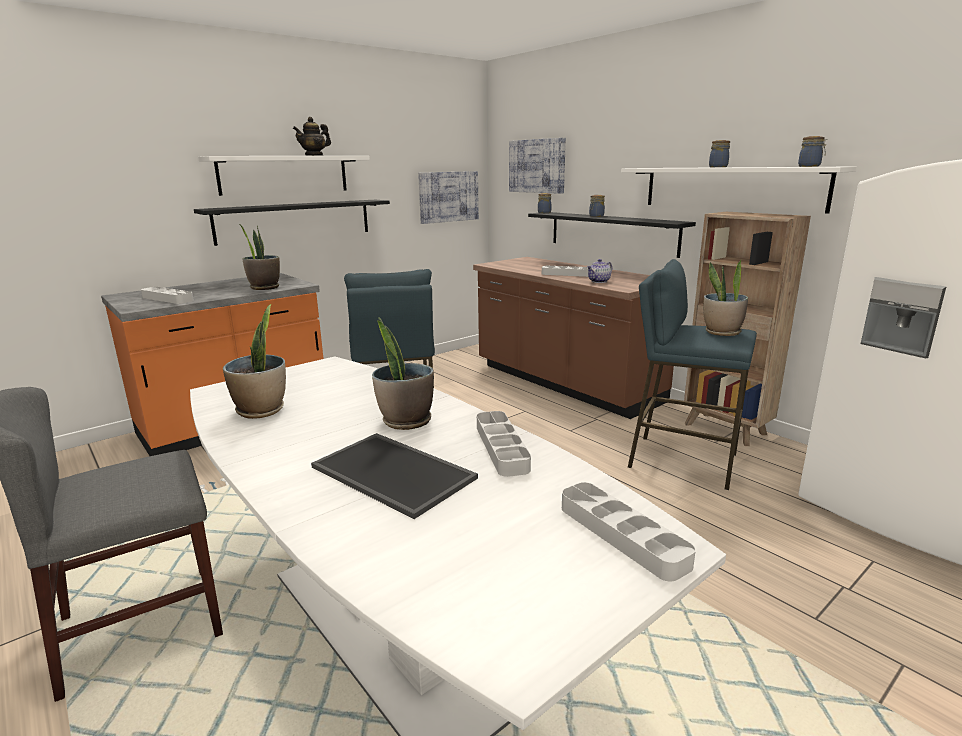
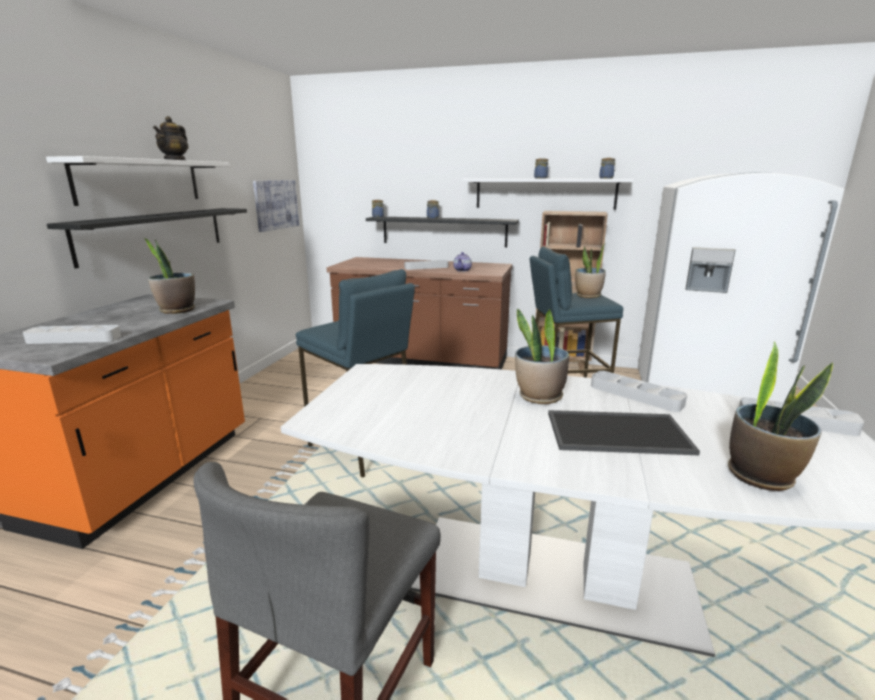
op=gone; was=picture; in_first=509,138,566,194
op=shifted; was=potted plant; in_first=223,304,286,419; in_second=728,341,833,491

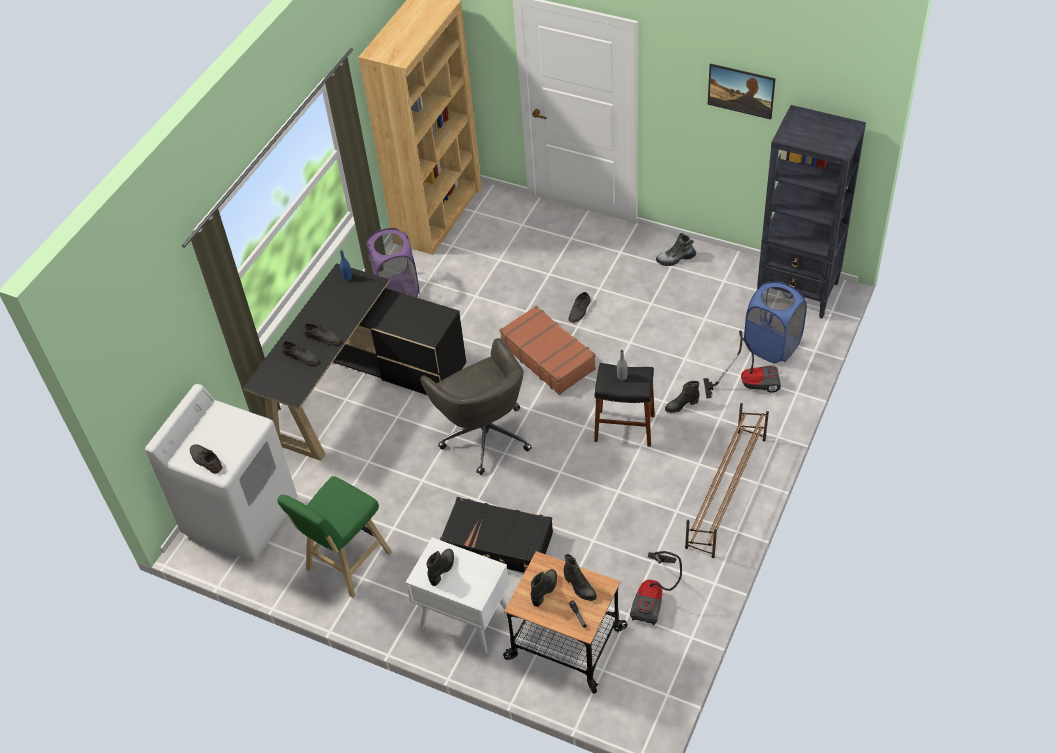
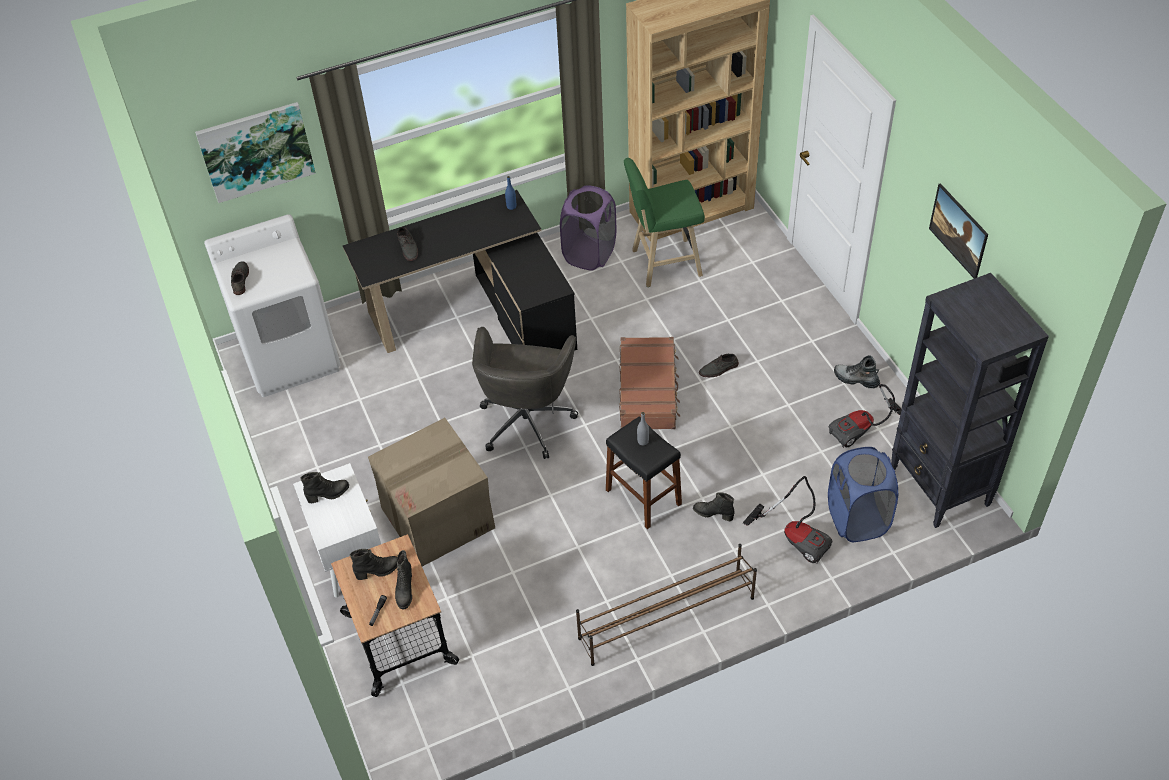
op=gone; was=shoe (grey); in_first=303,323,340,345
op=shifted; was=stool (green); in_first=277,476,392,598; in_second=624,158,705,287
op=swapped; was=suitcase (black); now=cardboard box; in_first=440,497,553,573; in_second=368,418,495,566
op=shifted; was=vacuum cleaner; in_first=630,551,682,625; in_second=829,384,902,448
op=new; now=picture; in_second=195,102,316,203

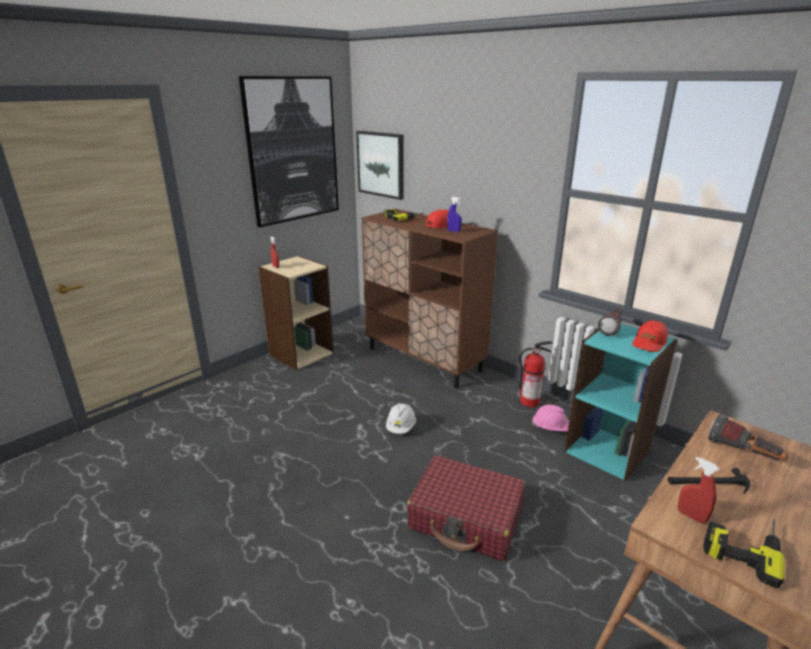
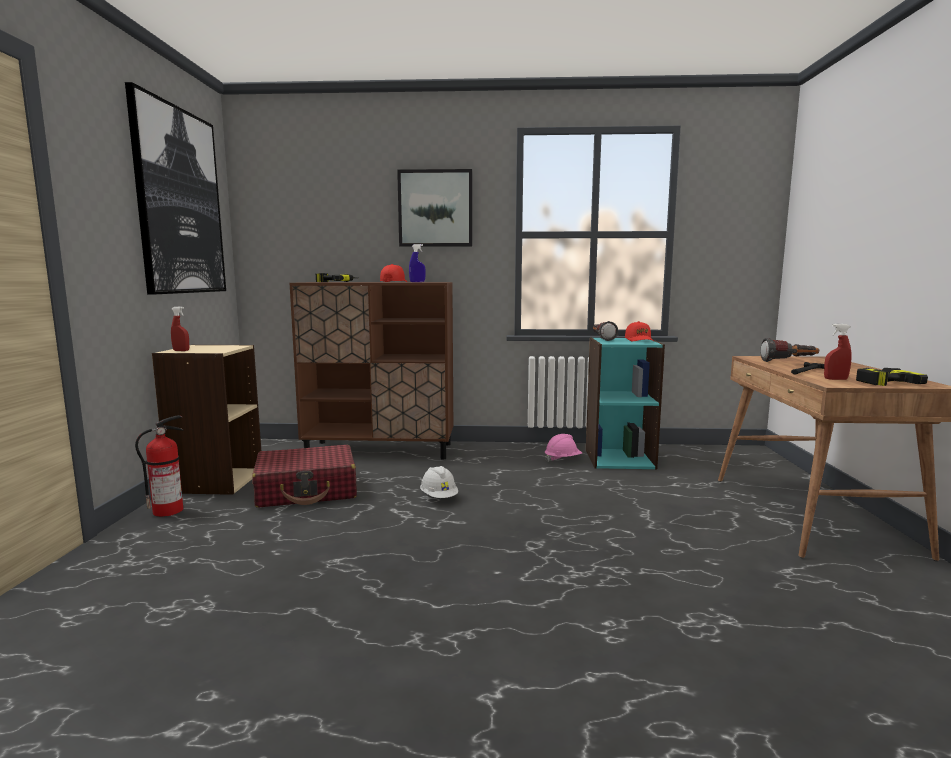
op=shifted; was=picture; in_first=356,131,404,200; in_second=397,169,472,247
op=shifted; was=fire extinguisher; in_first=518,341,553,407; in_second=135,415,184,517
op=shifted; was=suitcase (red); in_first=407,455,525,561; in_second=252,445,357,508

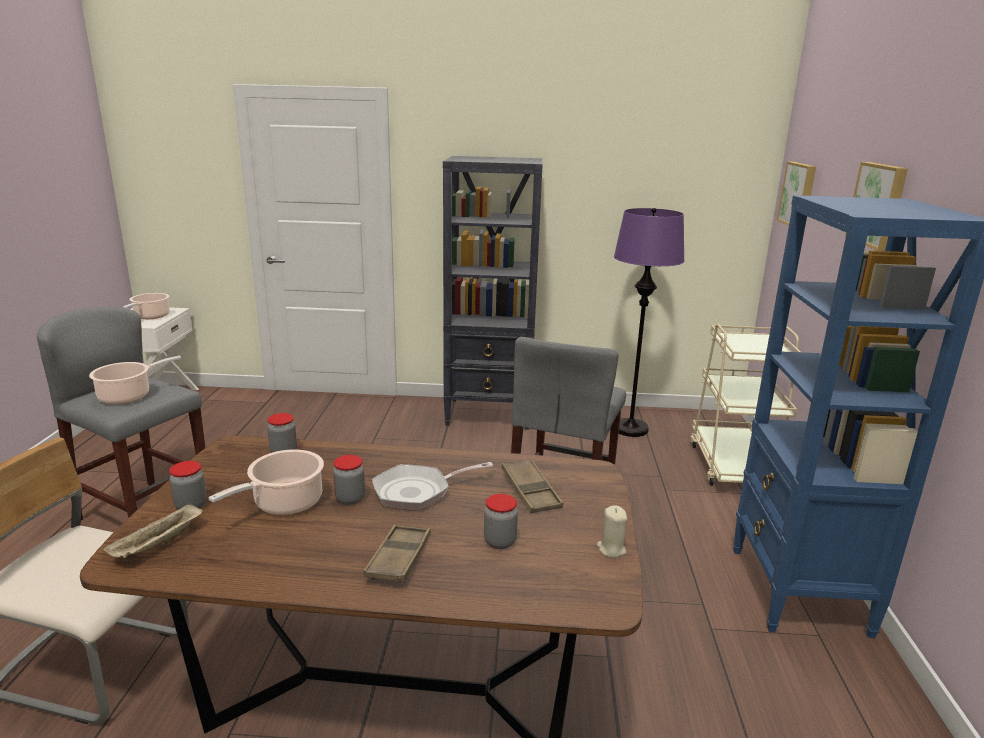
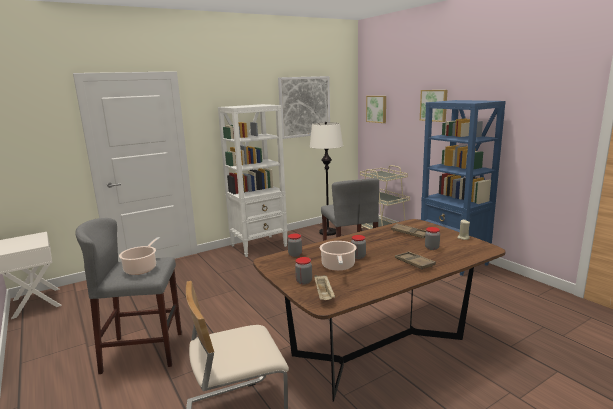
op=repainted; was=bookcase (black); now=bookcase (white); in_first=443,156,543,430; in_second=218,104,287,257
op=repainted; was=floor lamp (purple); now=floor lamp (white); in_first=614,208,685,437; in_second=310,122,343,236
op=gone; was=cooking pot; in_first=123,293,170,319
op=gone; was=frying pan; in_first=372,462,493,511
op=new; now=picture; in_second=278,76,330,139

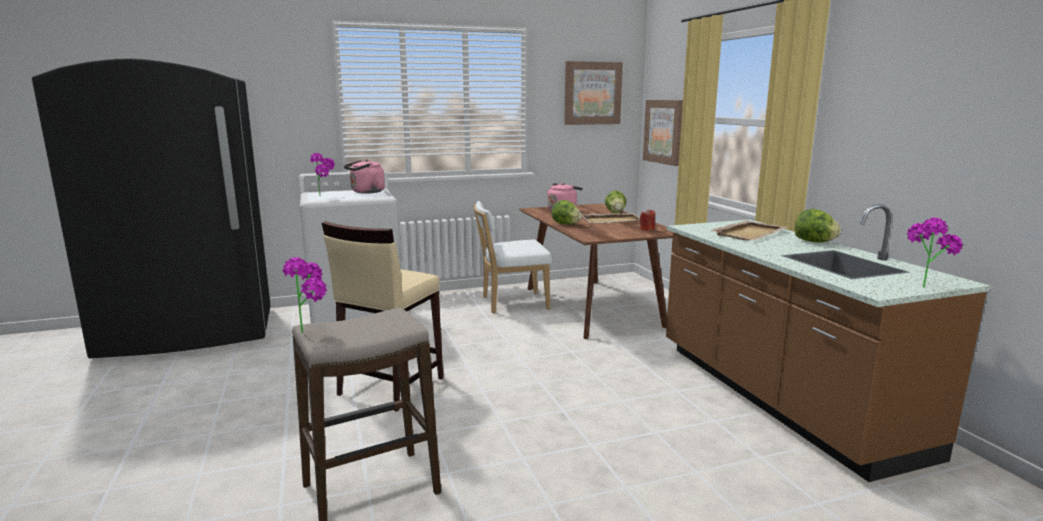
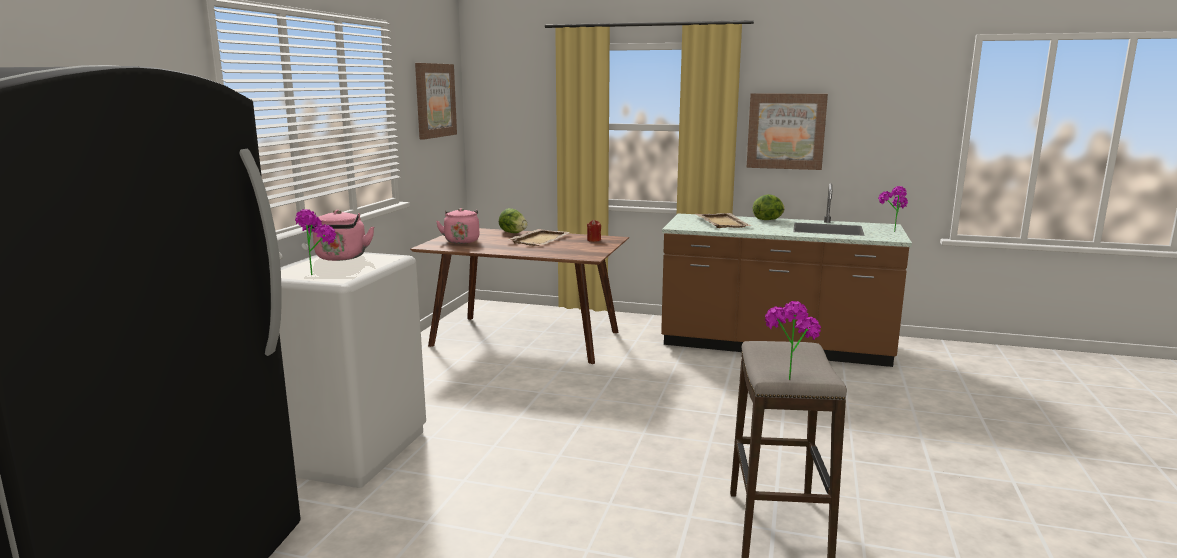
op=shifted; was=picture; in_first=643,100,683,166; in_second=746,93,828,170
op=gone; was=lettuce; in_first=552,200,582,225
op=gone; was=chair (white); in_first=473,201,552,314
op=gone; was=stool (beige); in_first=321,221,443,411

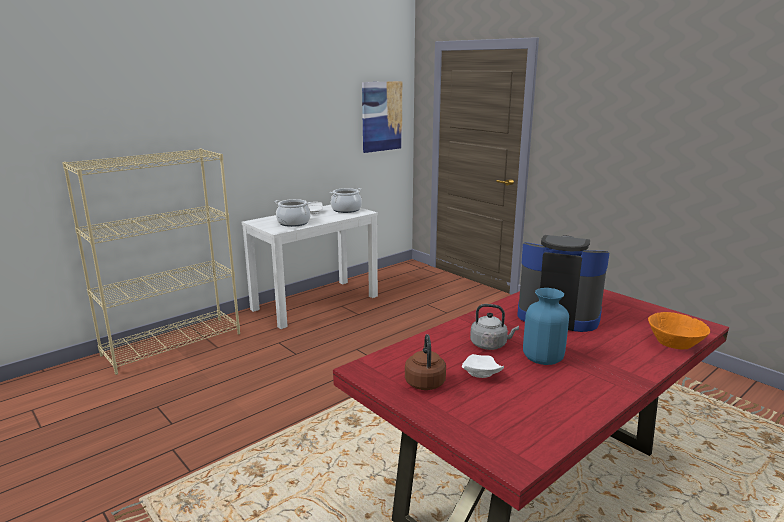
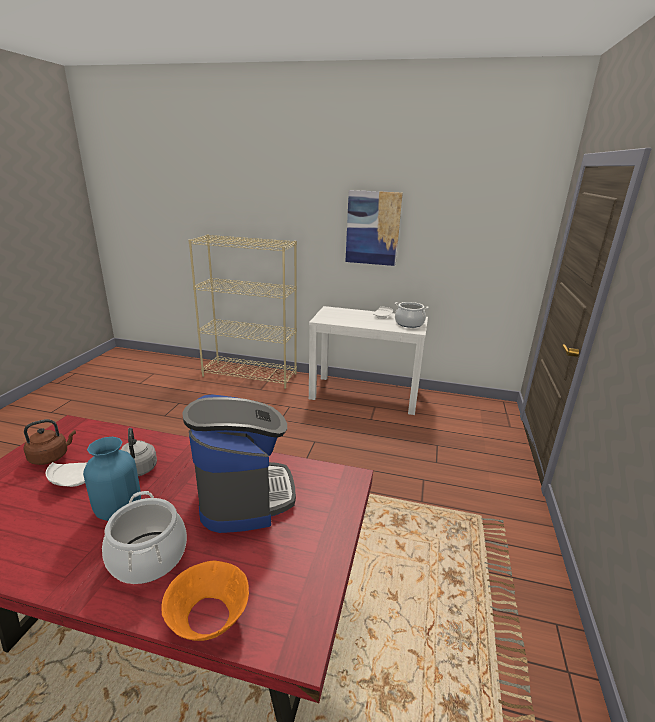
op=shifted; was=picture; in_first=362,81,402,153; in_second=345,190,403,266
op=shifted; was=cooking pot; in_first=275,199,311,227; in_second=102,491,187,584

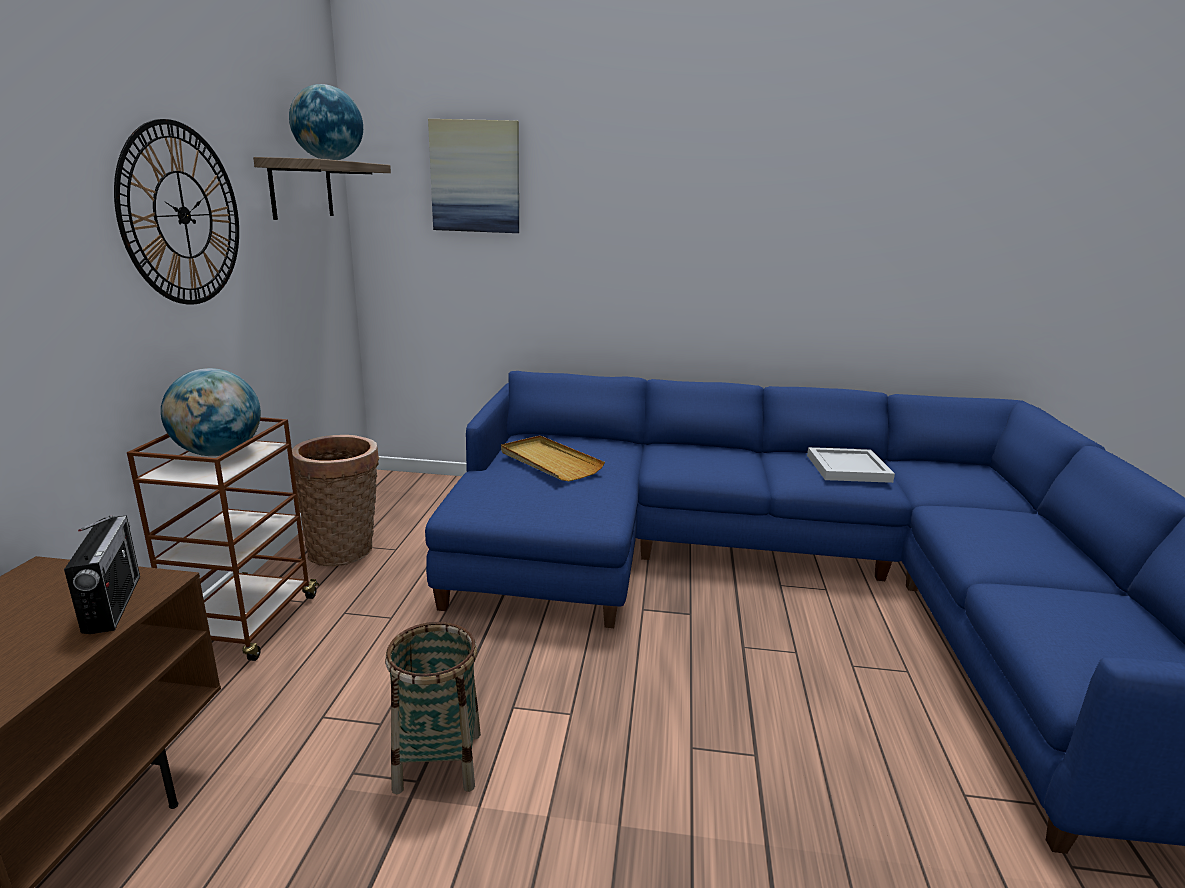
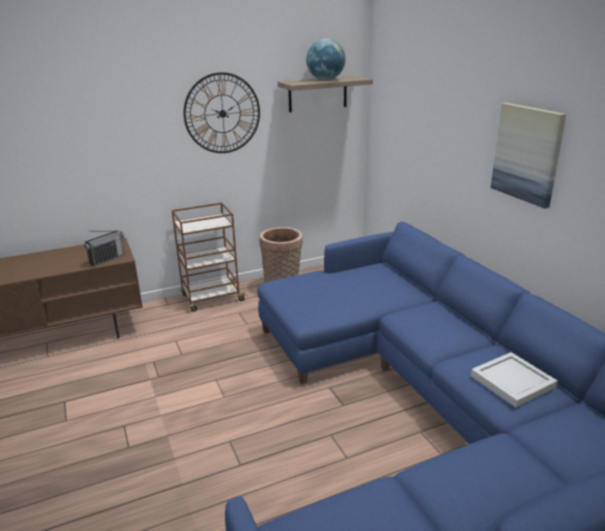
op=shifted; was=picture; in_first=428,119,519,233; in_second=491,103,566,209
op=gone; was=globe; in_first=161,368,261,456
op=gone; was=tray (beige); in_first=501,436,605,481
op=gone; was=basket; in_first=385,622,481,794

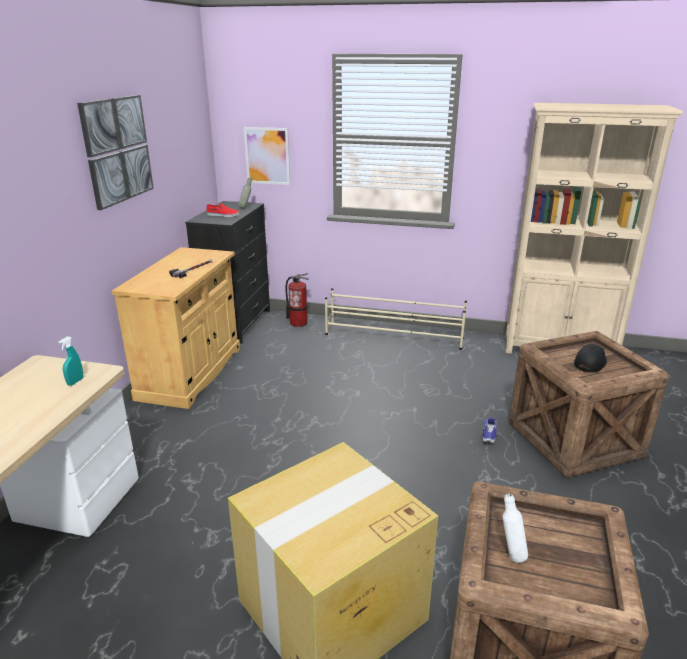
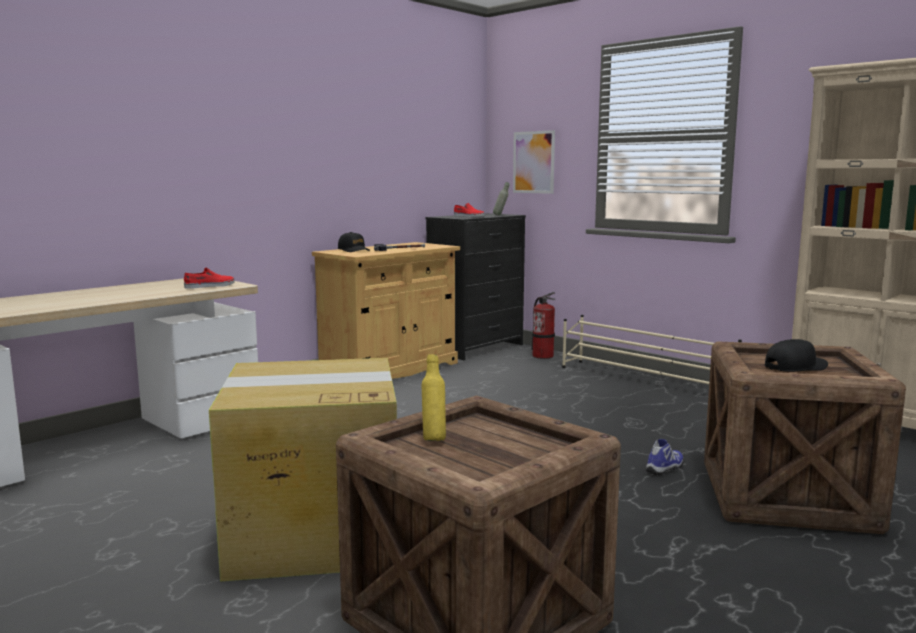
op=gone; was=picture; in_first=77,95,154,210
op=swapped; was=spray bottle (turquoise); now=shoe (red); in_first=58,336,83,386; in_second=184,268,235,289
op=repainted; was=bottle (white); now=bottle (yellow); in_first=503,493,528,563; in_second=422,354,446,441
op=new; now=cap (black); in_second=338,232,370,252

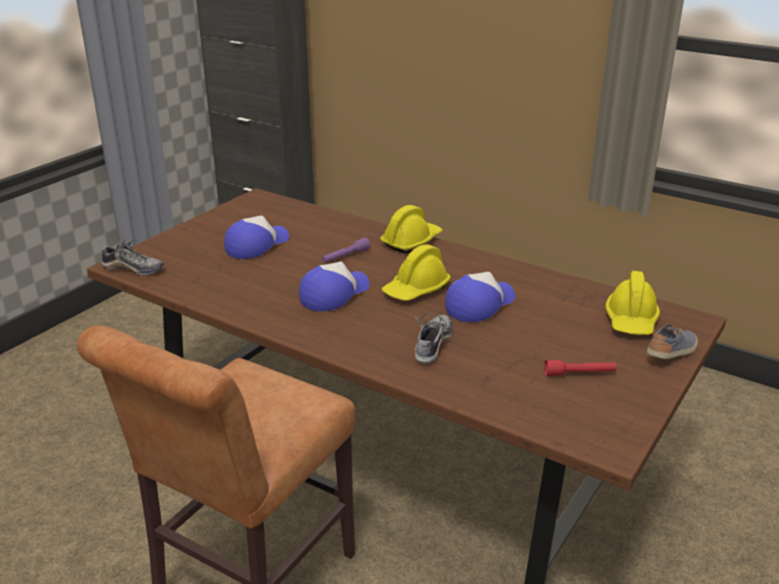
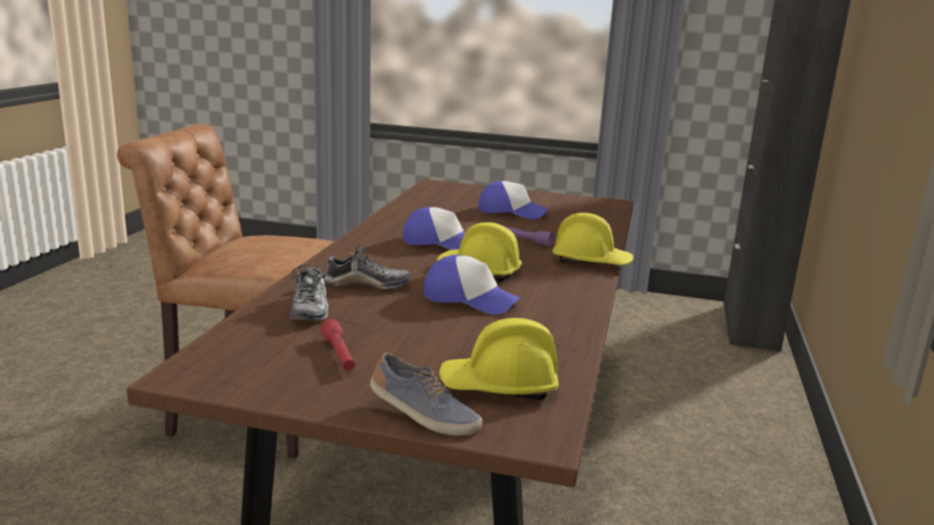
op=shifted; was=shoe; in_first=102,238,164,275; in_second=284,263,334,320

